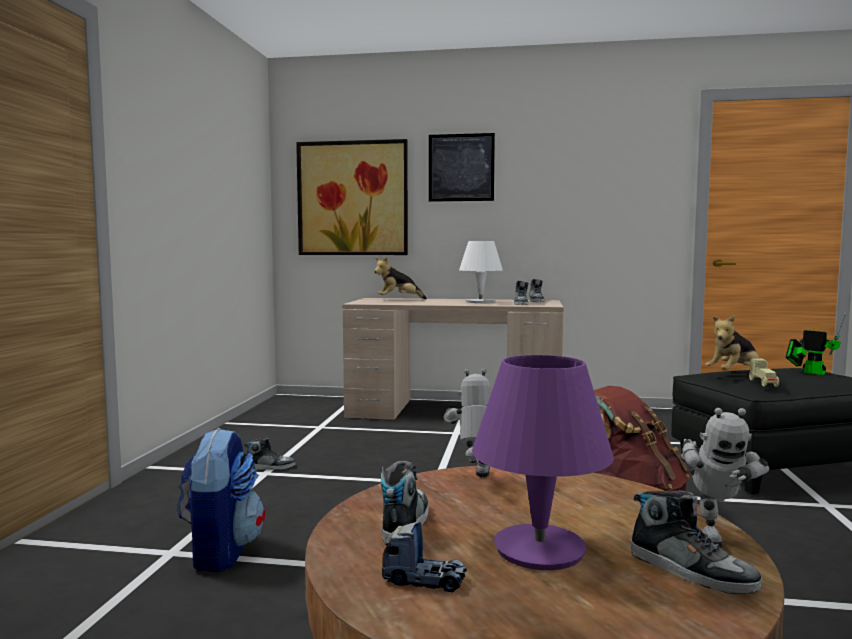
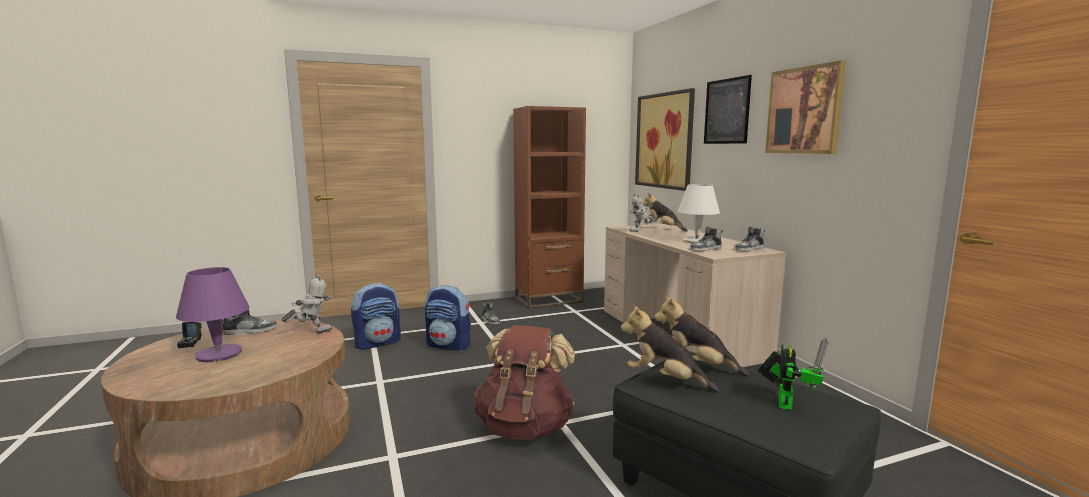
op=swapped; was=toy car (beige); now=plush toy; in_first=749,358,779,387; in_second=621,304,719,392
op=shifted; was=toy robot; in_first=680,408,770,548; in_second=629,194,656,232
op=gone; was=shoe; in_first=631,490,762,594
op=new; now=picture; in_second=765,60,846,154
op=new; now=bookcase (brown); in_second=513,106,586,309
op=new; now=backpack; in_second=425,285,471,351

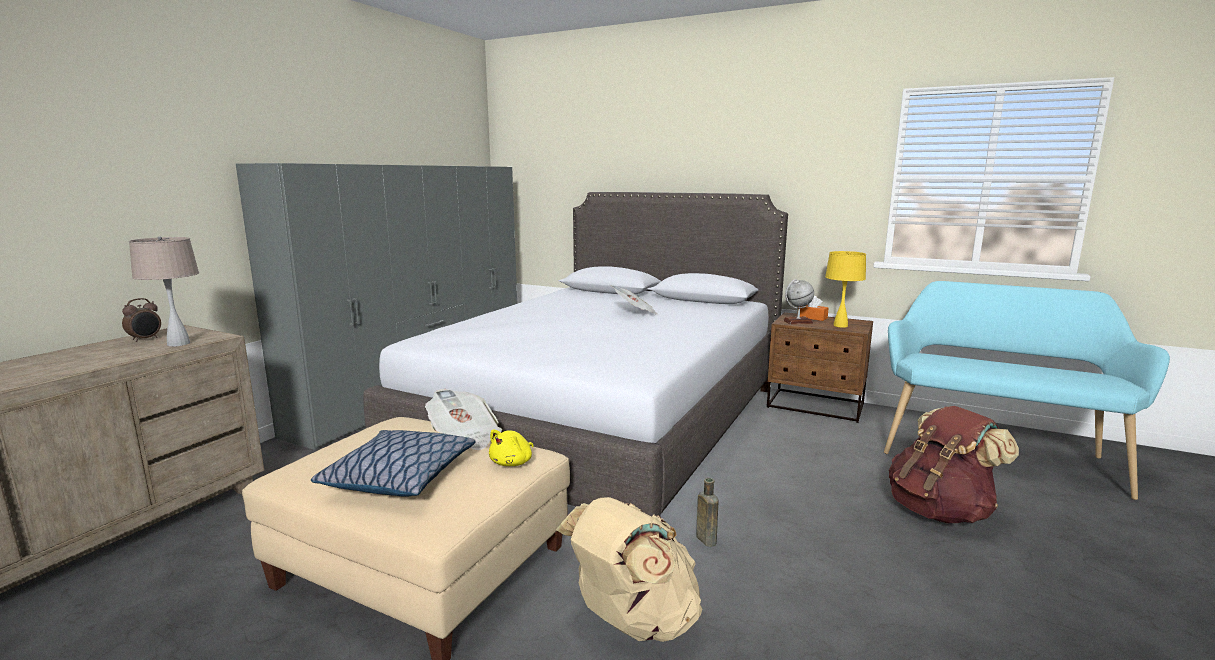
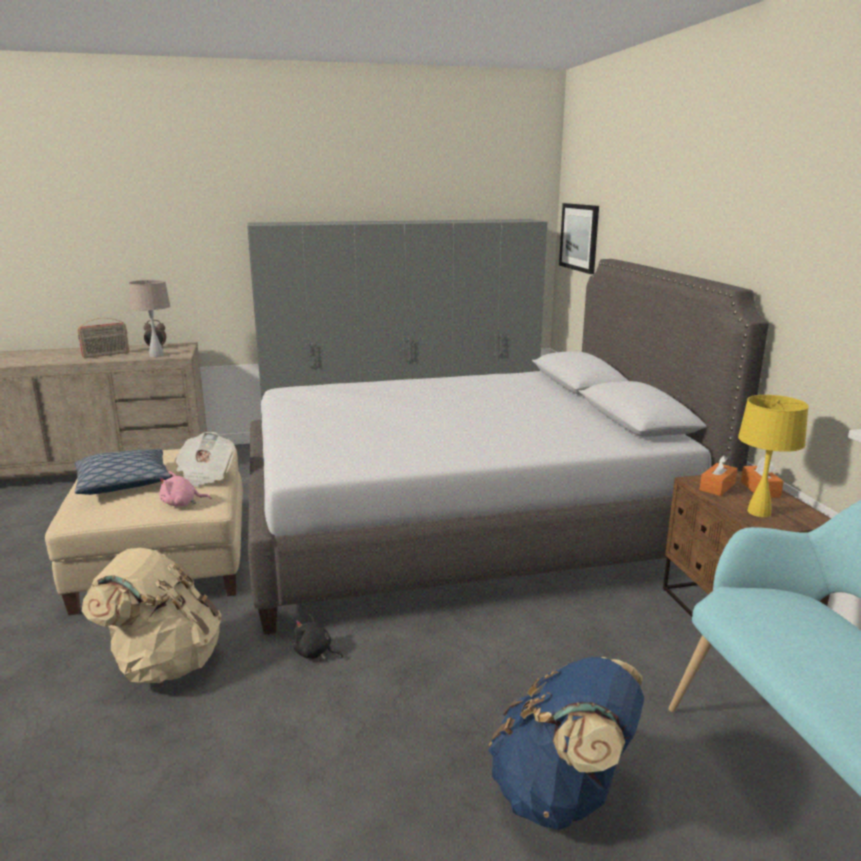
op=swapped; was=globe; now=tissue box (orange); in_first=783,279,814,324; in_second=699,455,738,496
op=gone; was=newspaper; in_first=610,285,659,315
op=repainted; was=backpack (brown); now=backpack (blue); in_first=889,406,1019,523; in_second=488,657,645,830
op=repainted; was=plush toy (yellow); now=plush toy (pink); in_first=489,429,534,466; in_second=159,471,211,507
op=swapped; was=bottle (brown); now=plush toy (black); in_first=696,478,719,547; in_second=293,614,343,660
op=new; now=picture; in_second=559,203,599,274
op=new; now=radio; in_second=77,318,129,358

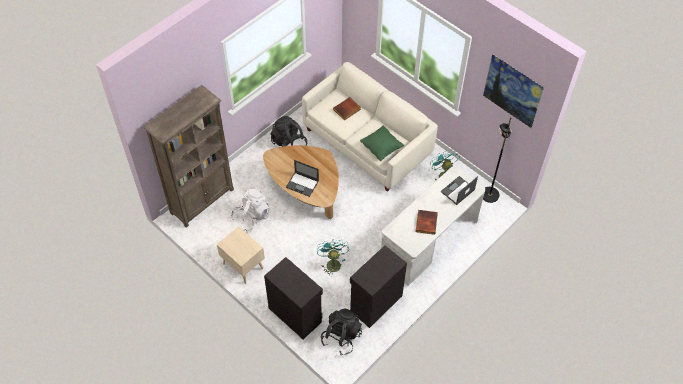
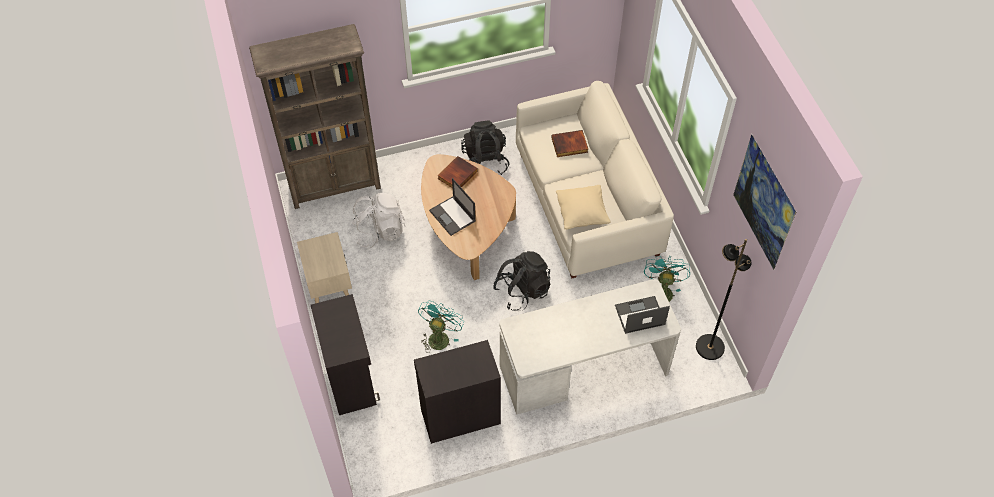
op=repainted; was=pillow (green); now=pillow (beige); in_first=360,126,404,161; in_second=556,185,610,230
op=shifted; was=book; in_first=416,210,438,235; in_second=438,156,478,188
op=shifted; was=backpack (black); in_first=321,308,362,355; in_second=493,251,550,311

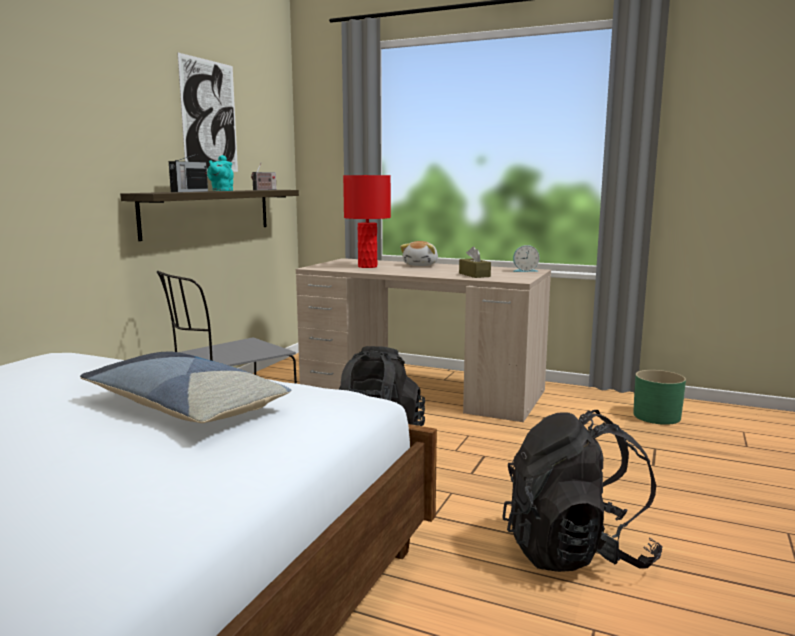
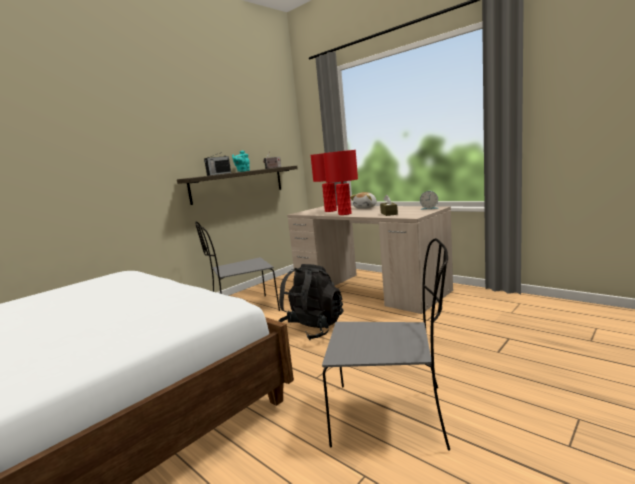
op=gone; was=picture; in_first=177,52,238,172
op=gone; was=pillow; in_first=80,352,291,423
op=gone; was=planter (green); in_first=633,370,686,425
op=swapped; was=backpack (black); now=chair (grey); in_first=502,410,662,572; in_second=322,238,450,451
op=new; now=table lamp (red); in_second=323,150,358,215

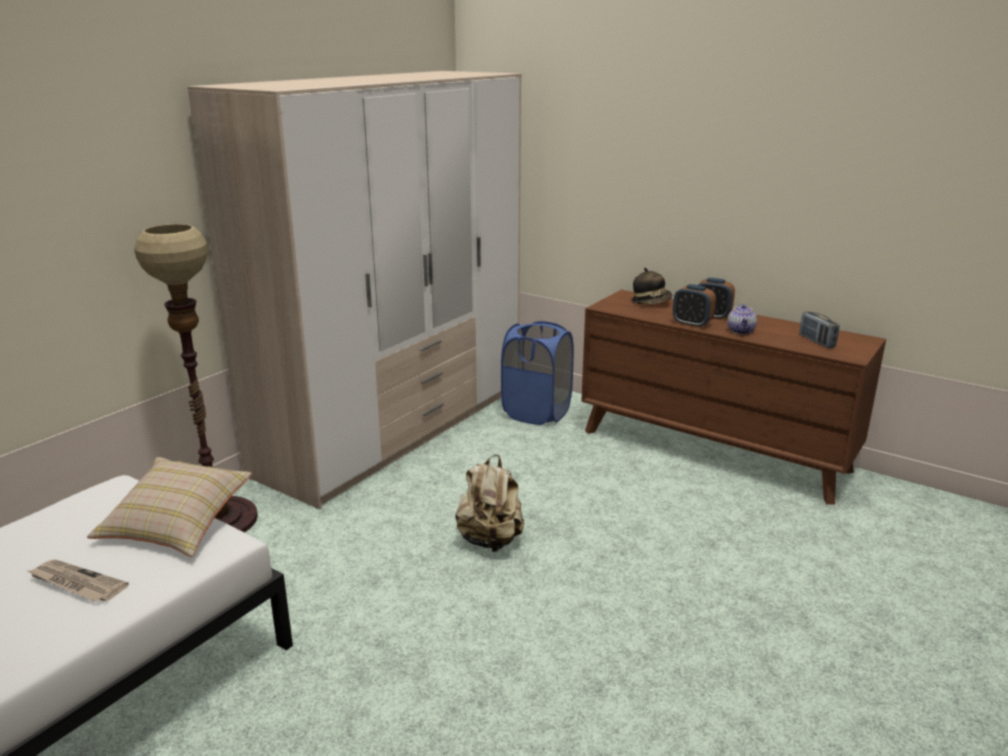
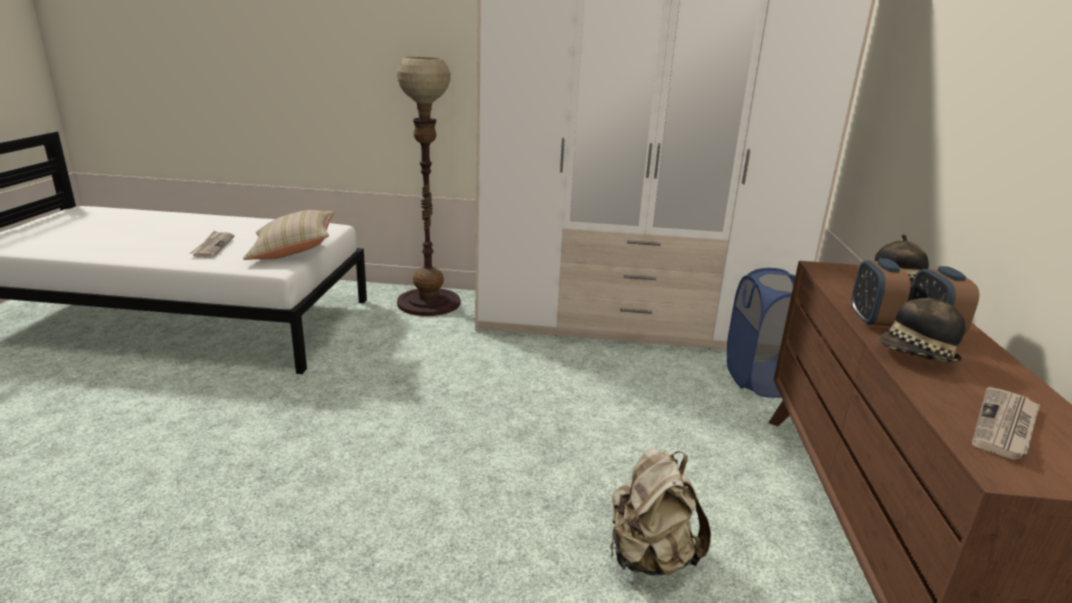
op=swapped; was=teapot; now=hat; in_first=727,304,757,334; in_second=878,293,966,363
op=swapped; was=radio; now=newspaper; in_first=799,311,840,348; in_second=972,387,1040,460
op=shifted; was=backpack (beige); in_first=455,455,524,552; in_second=610,448,711,575

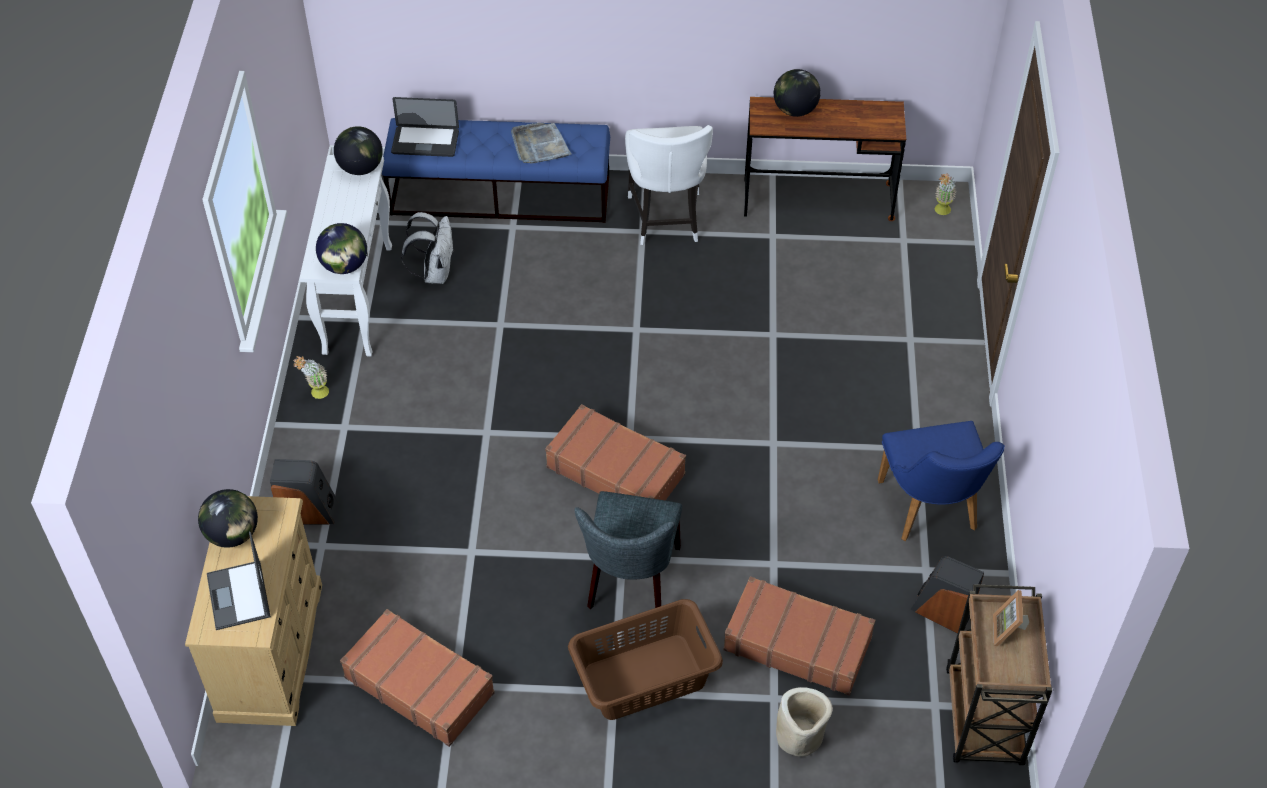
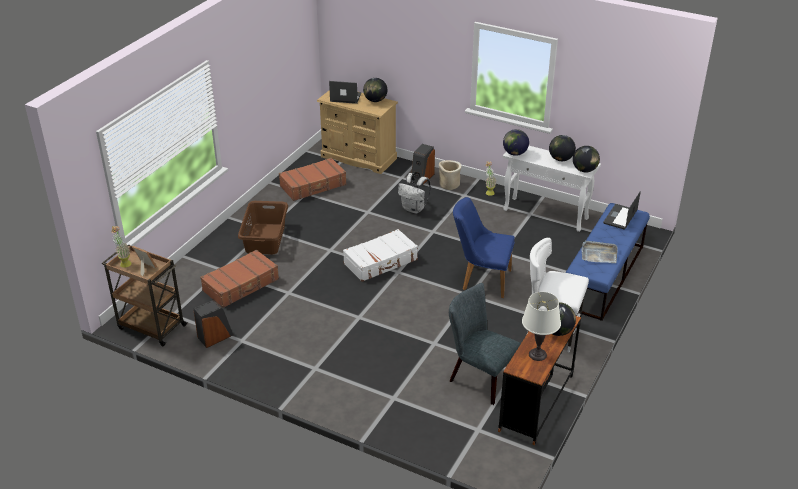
op=shifted; was=potted plant; in_first=935,173,956,215; in_second=111,226,131,268
op=shifted; was=backpack (white); in_first=401,212,454,284; in_second=398,173,431,214
op=repainted; was=suitcase (brown); now=suitcase (white); in_first=545,404,686,501; in_second=343,229,418,282
op=shifted; was=chair (blue); in_first=878,421,1005,541; in_second=453,197,515,298
op=shifted; was=chair (grey); in_first=575,491,682,619; in_second=449,283,521,405
op=shifted; was=planter (beige); in_first=776,687,833,757; in_second=439,160,462,190
op=new; now=globe; in_second=549,135,576,161
op=new; now=table lamp (white); in_second=522,292,561,361

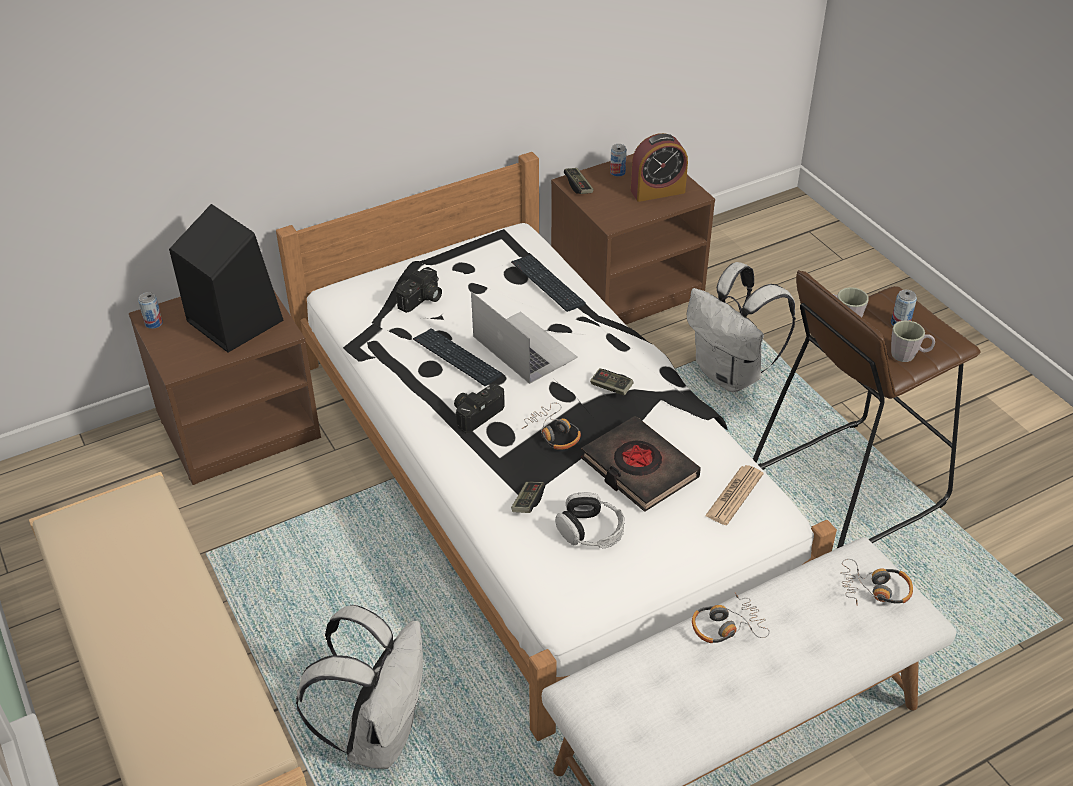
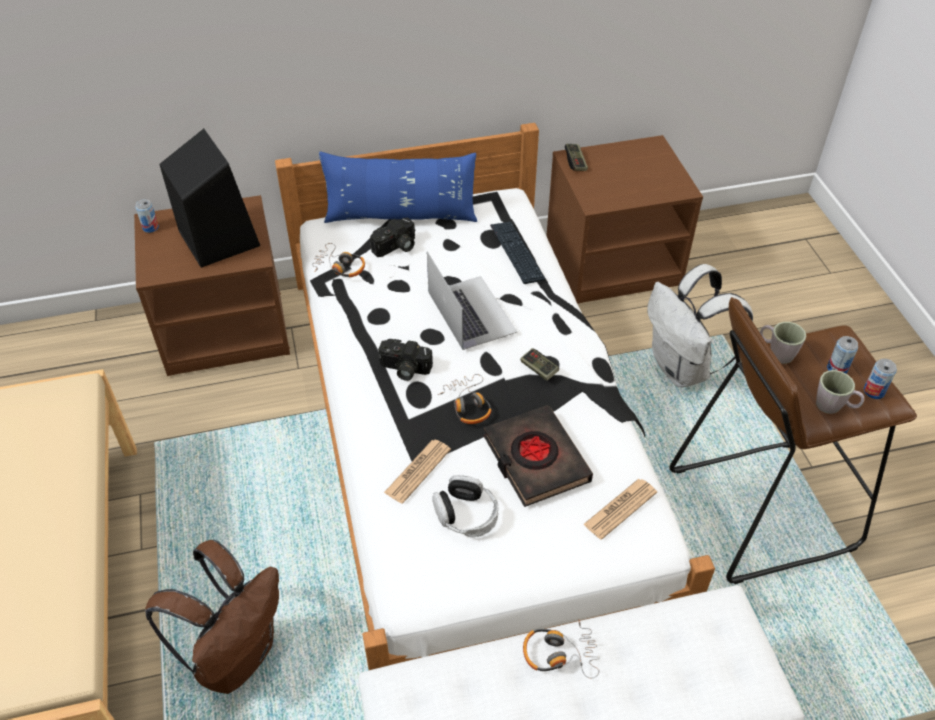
op=gone; was=alarm clock; in_first=631,133,688,202
op=shifted; was=can; in_first=610,144,627,177; in_second=864,359,897,399
op=gone; was=keyboard; in_first=413,328,503,386
op=rotated; was=photo camera; in_first=454,383,505,433; in_second=378,339,433,381; clockwise=-135
op=swapped; was=game controller; now=newspaper; in_first=511,482,545,513; in_second=384,440,451,504
op=shifted; was=headphones; in_first=840,559,913,606; in_second=312,243,365,277
op=repainted; was=backpack (white); now=backpack (brown); in_first=296,605,423,769; in_second=145,540,279,694
op=new; now=pillow (blue); in_second=319,151,477,223

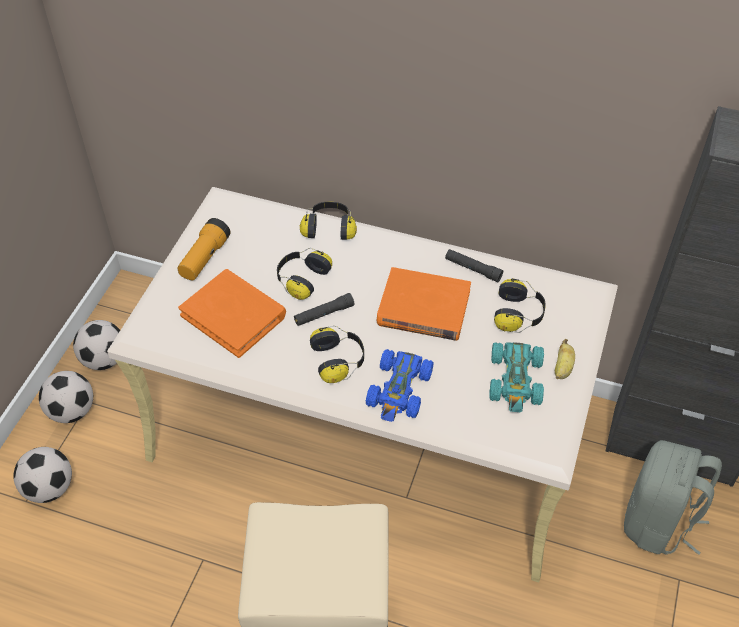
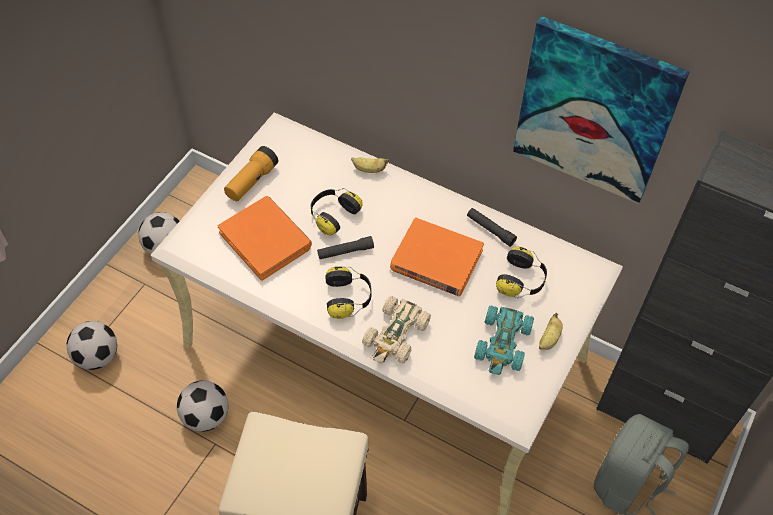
op=swapped; was=headphones; now=banana; in_first=300,202,357,240; in_second=351,158,389,173
op=repainted; was=toy car (blue); now=toy car (beige); in_first=366,349,434,422; in_second=362,296,431,364
op=shifted; was=football; in_first=39,371,93,423; in_second=177,380,228,432
op=new; now=picture; in_second=513,16,690,204

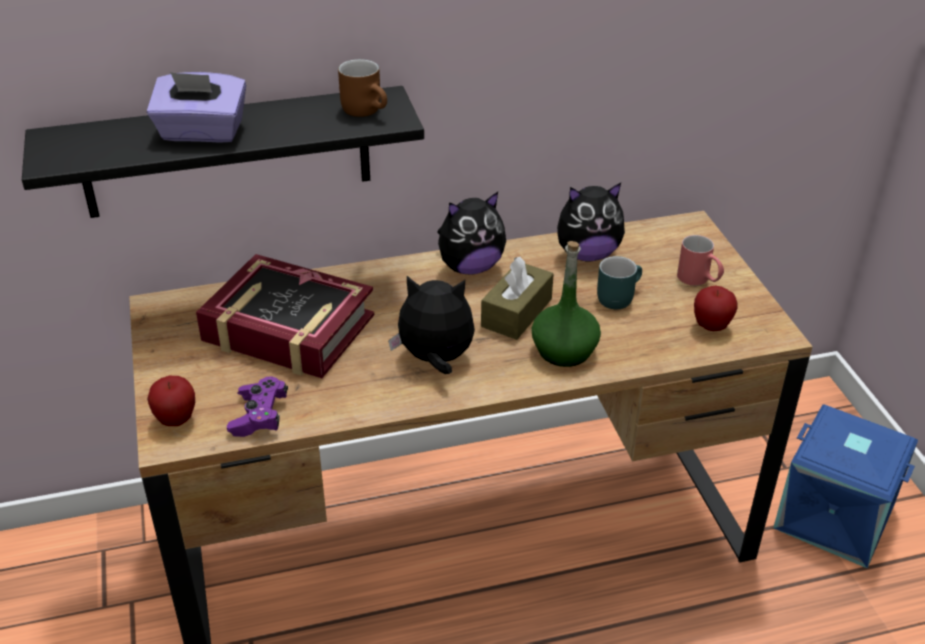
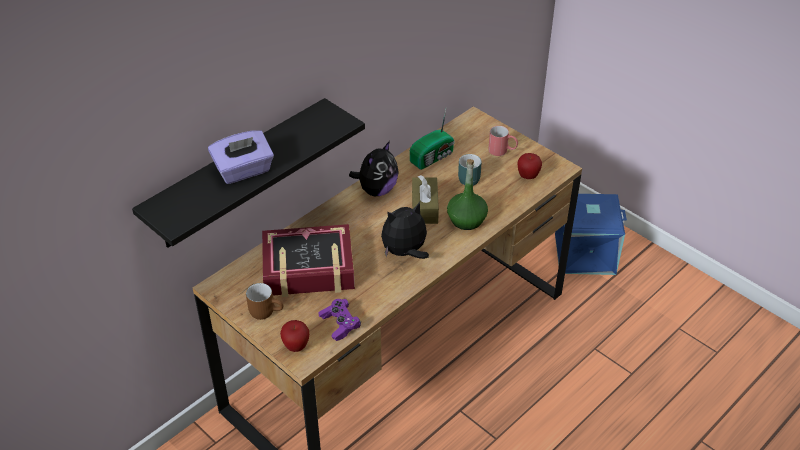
op=shifted; was=mug (brown); in_first=338,59,387,117; in_second=246,283,283,320
op=swapped; was=plush toy; now=radio; in_first=557,183,625,261; in_second=410,110,454,170

